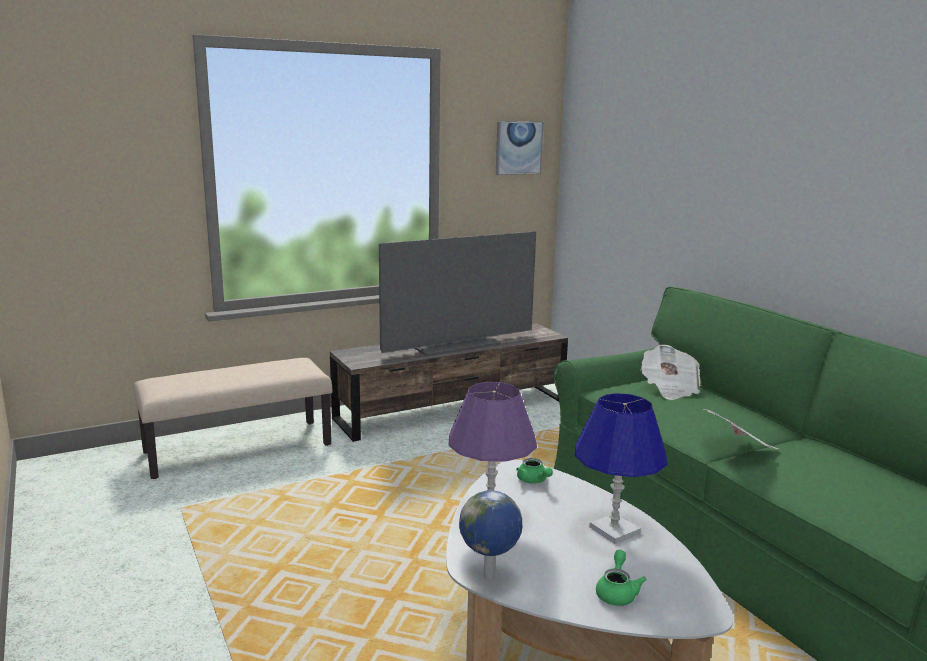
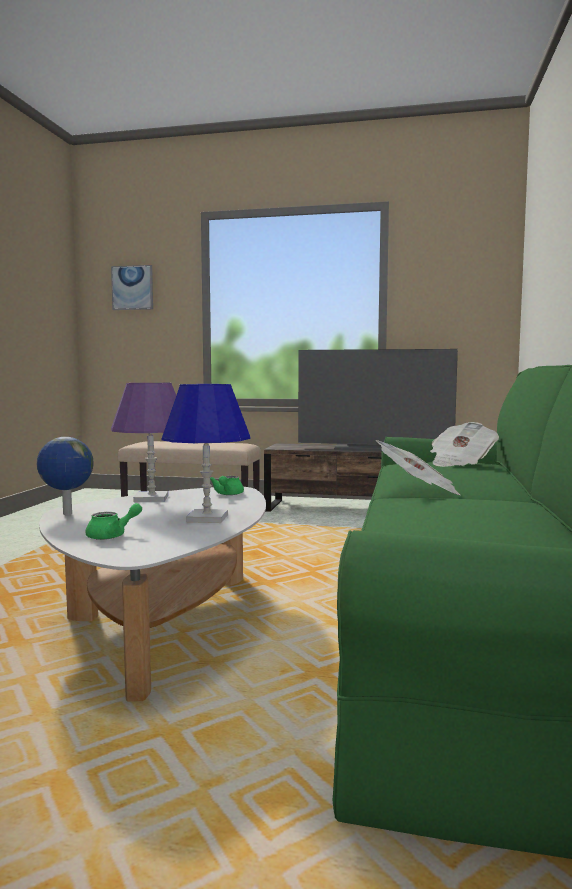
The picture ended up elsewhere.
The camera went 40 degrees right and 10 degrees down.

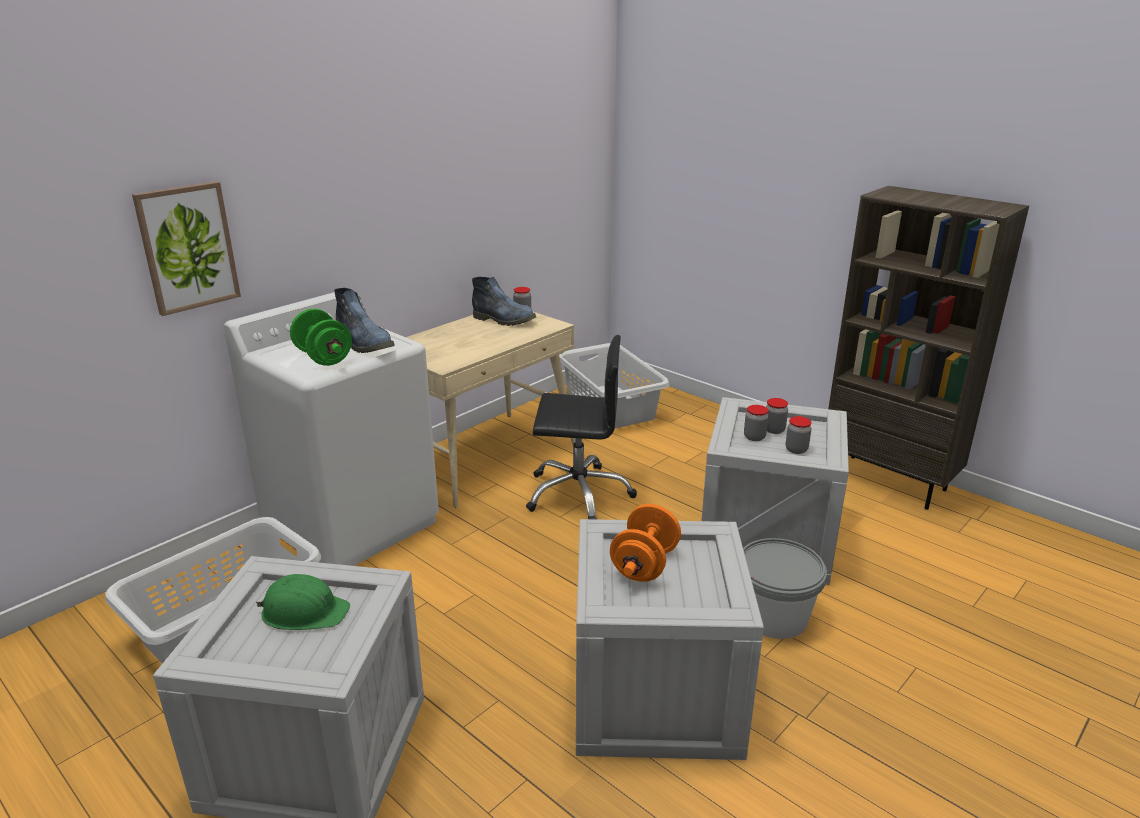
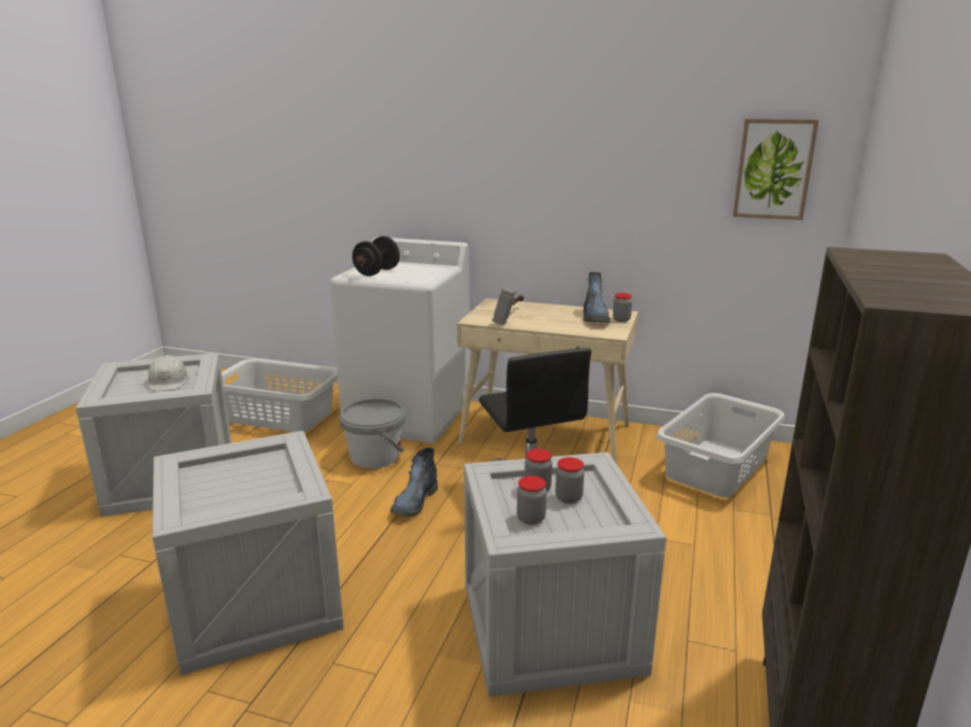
What was the hard hat in green turned into the hard hat in white.
The bucket in grey ended up elsewhere.
What was the dumbbell in green turned into the dumbbell in black.
The boot (1st from left) ended up elsewhere.
The second view gained the hammer.
The picture ended up elsewhere.
The second view lost the dumbbell in orange.
The camera went 65 degrees right and 5 degrees down.

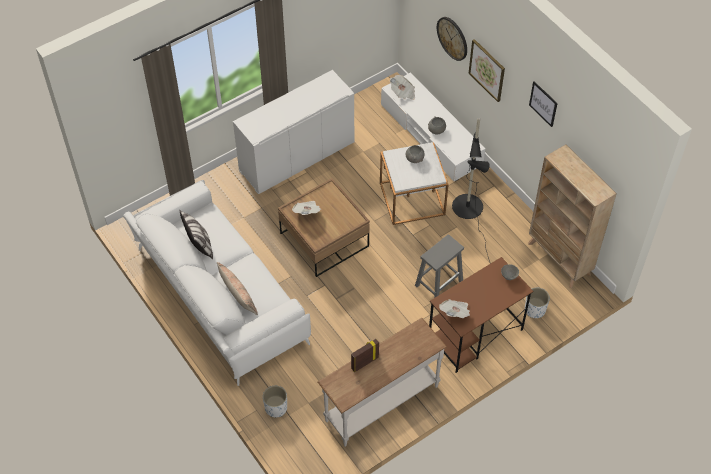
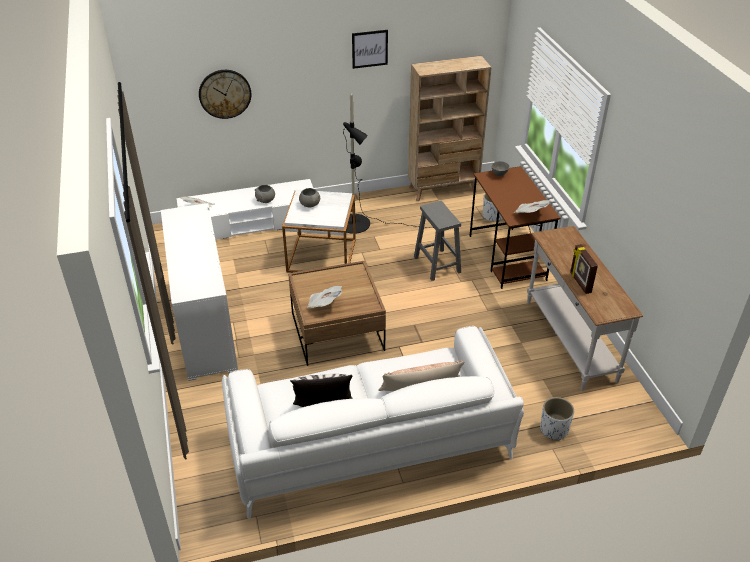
The second view lost the picture (1st from left).
The camera went 70 degrees left and 15 degrees down.

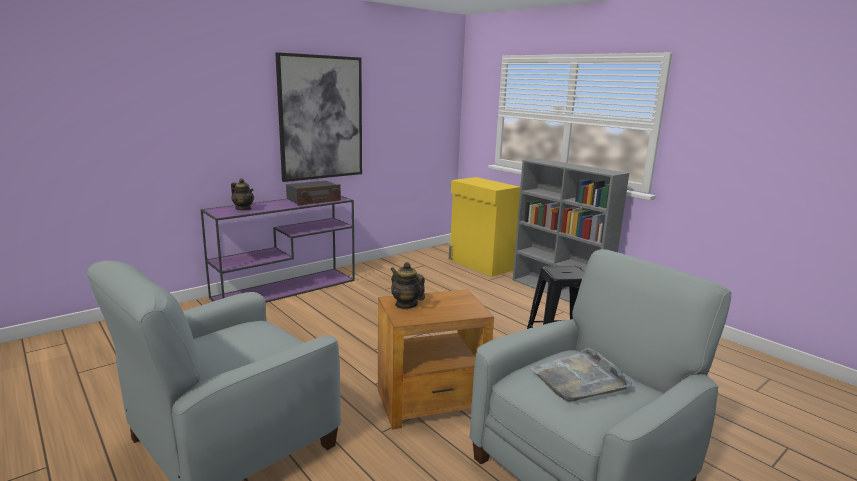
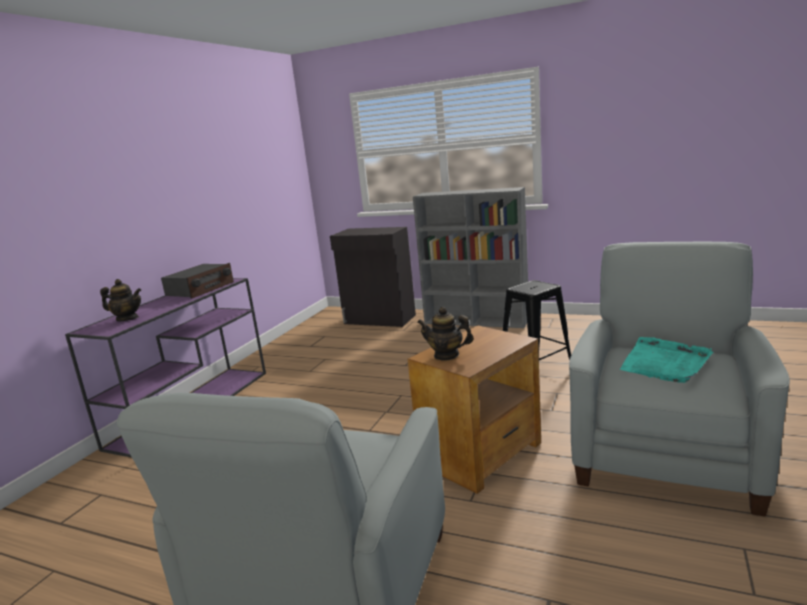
What was the cabinet in yellow turned into the cabinet in black.
What was the tray in grey turned into the tray in turquoise.
The second view lost the picture.
The camera went 25 degrees left and 0 degrees up.

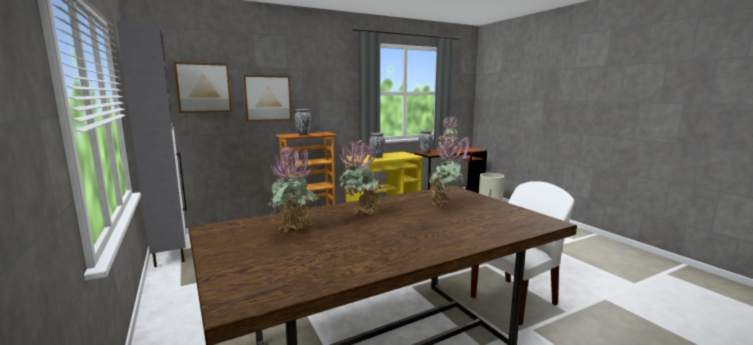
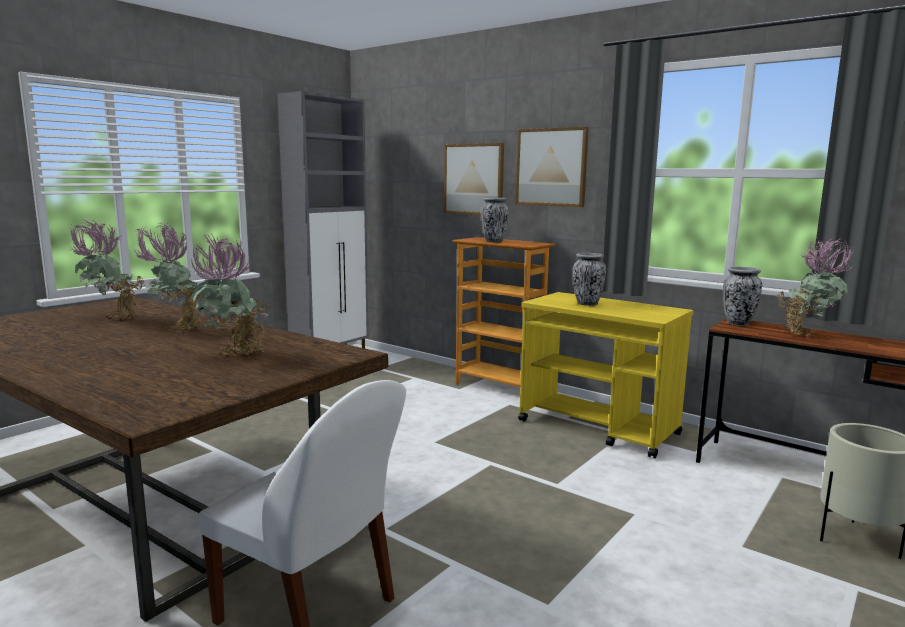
The picture (1st from left in the first image) ended up elsewhere.
The camera went 65 degrees right and 0 degrees up.

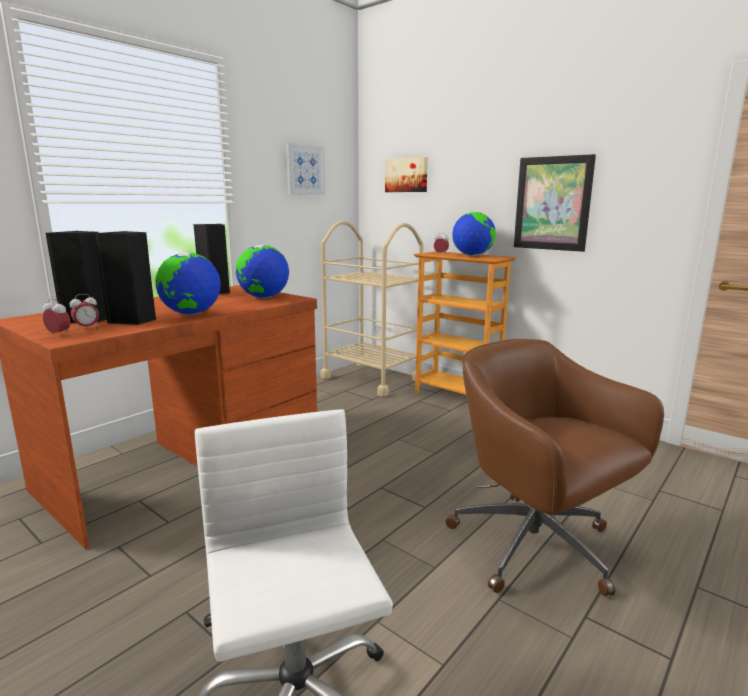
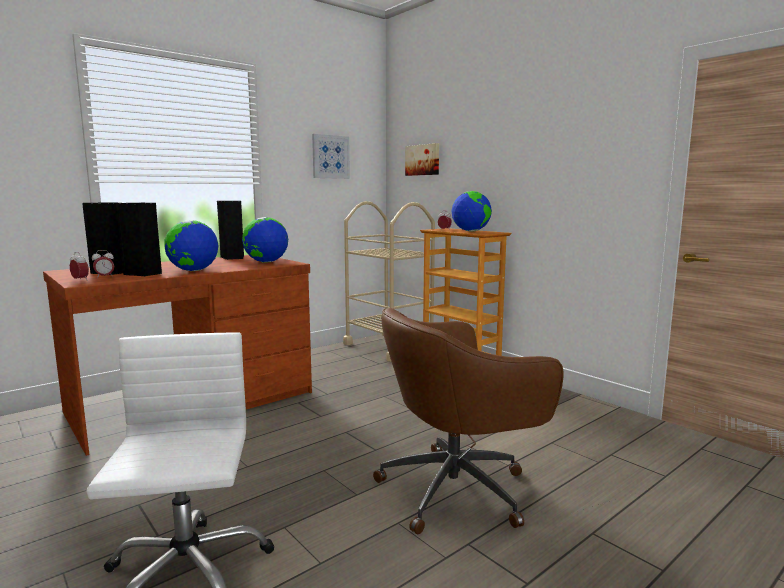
The office chair in brown ended up facing another way, 90 degrees counterclockwise from before.
The second view lost the picture (3rd from left).
The camera went 10 degrees right and 5 degrees down.

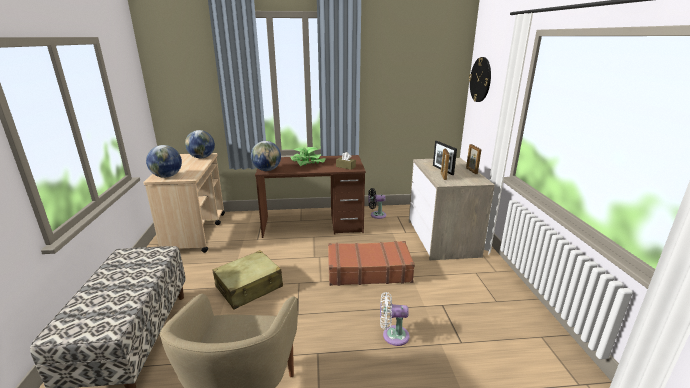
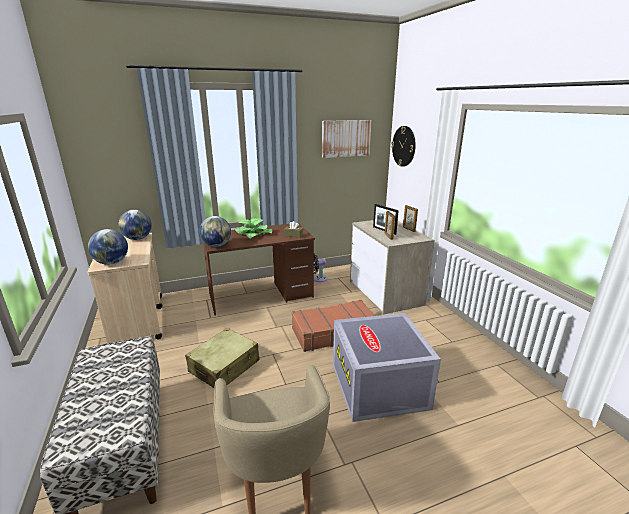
The second view gained the picture.
Where the fan in white stood, the storage box in grey came to stand.
The camera went 15 degrees left and 0 degrees up.

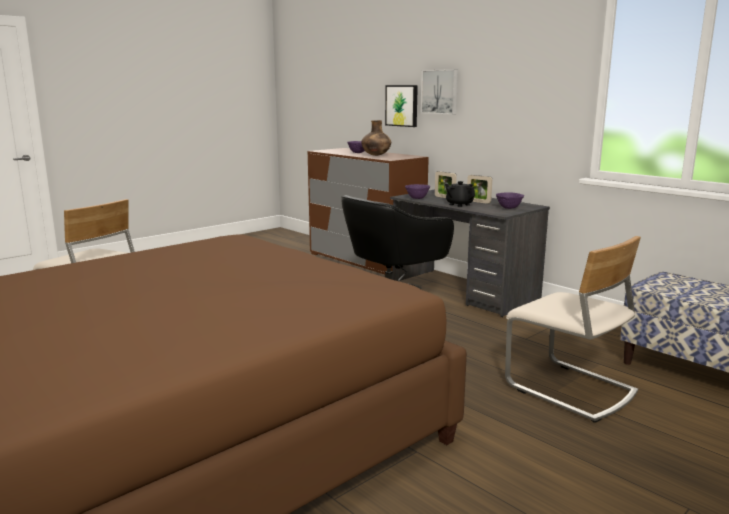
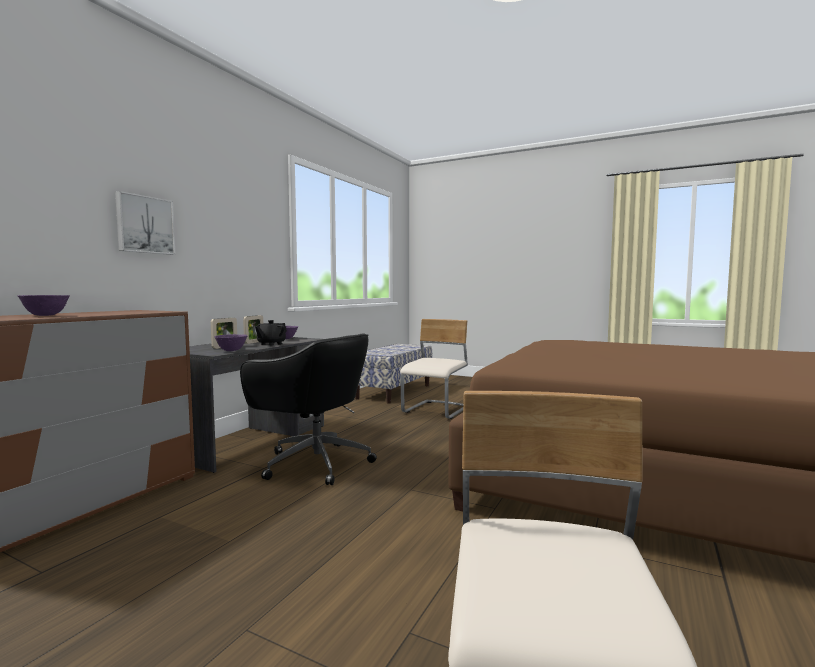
The second view lost the vase in brown.
The second view lost the picture (1st from left).
The camera went 110 degrees left and 10 degrees down.

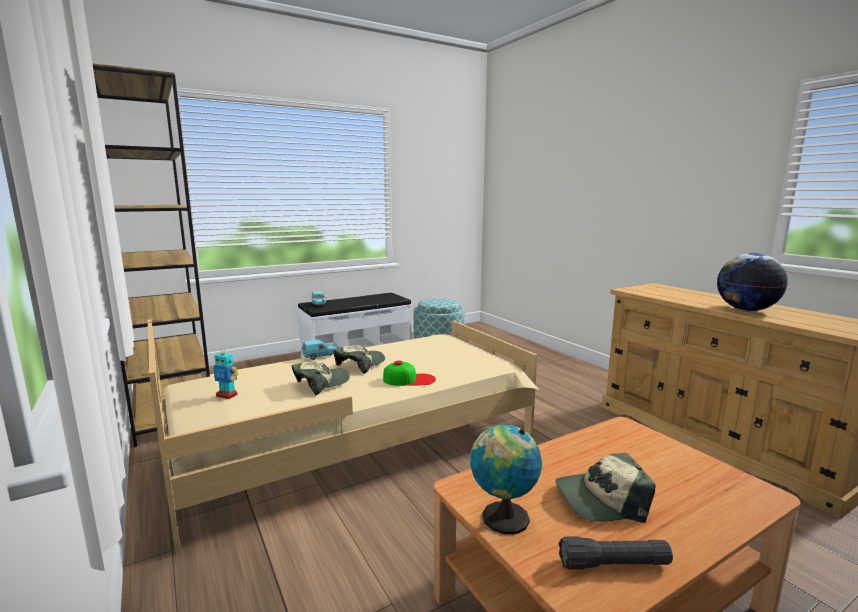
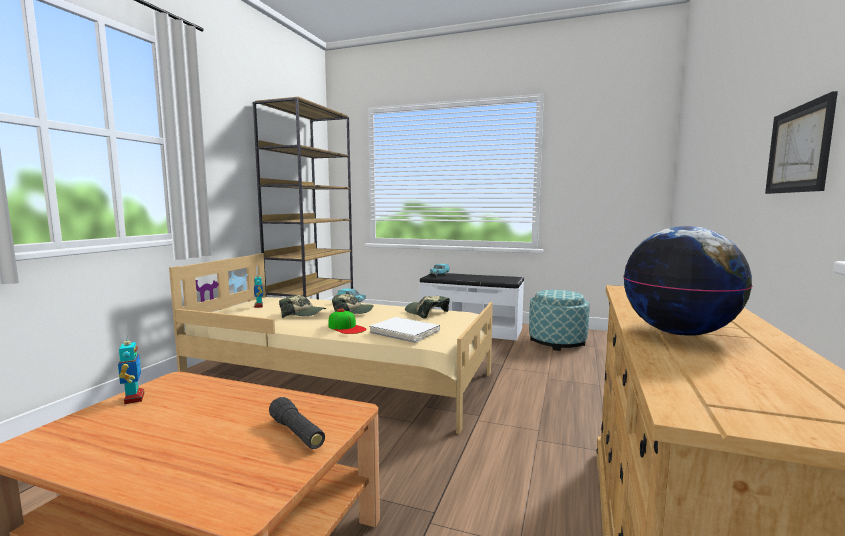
Where the globe (1st from left) stood, the toy robot (1st from left) came to stand.
The flashlight in black ended up elsewhere.
The second view gained the book in white.
The cap (4th from left) ended up elsewhere.
The second view gained the picture.
The camera went 50 degrees right and 5 degrees down.

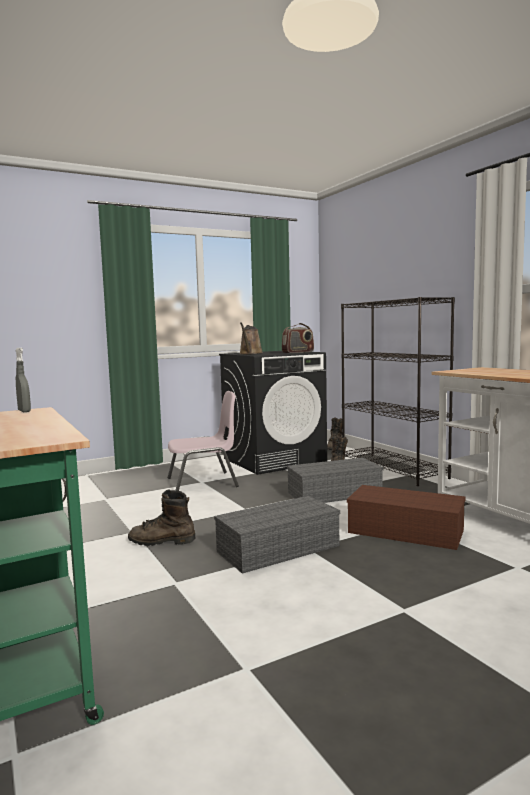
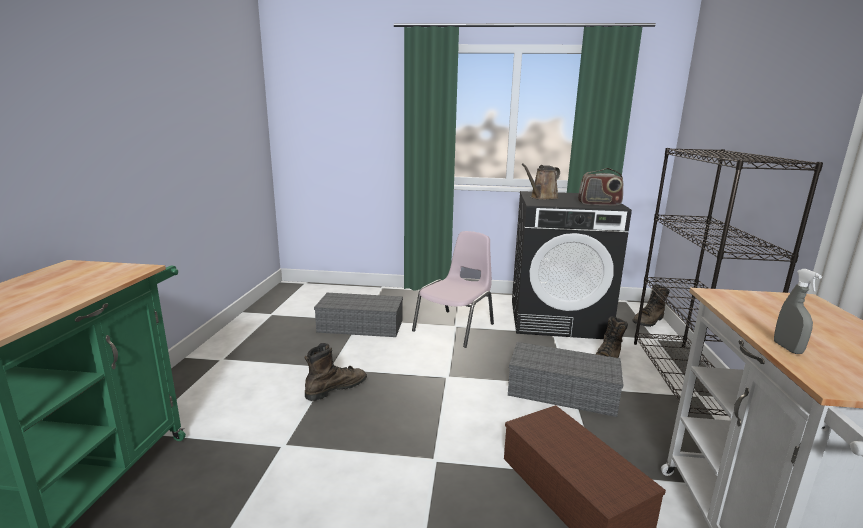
The boot in brown (1st from left) ended up facing another way, 105 degrees clockwise from before.
The storage box in grey (1st from left) ended up elsewhere.
The chair in pink ended up facing another way, 75 degrees counterclockwise from before.
The spray bottle in grey ended up elsewhere.
The camera went 35 degrees right and 10 degrees up.

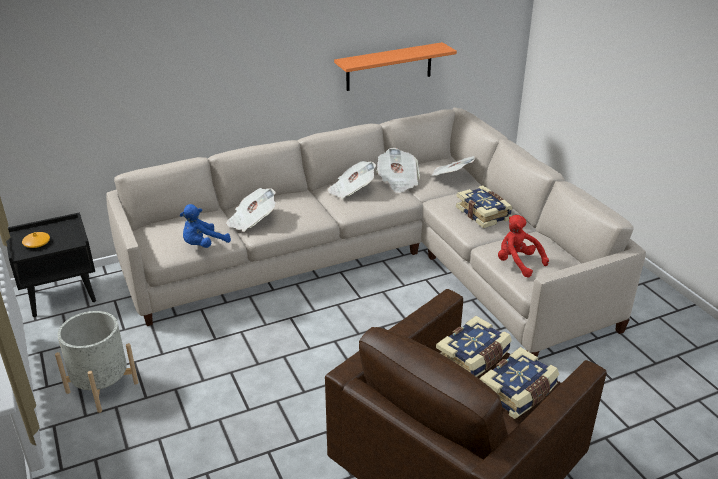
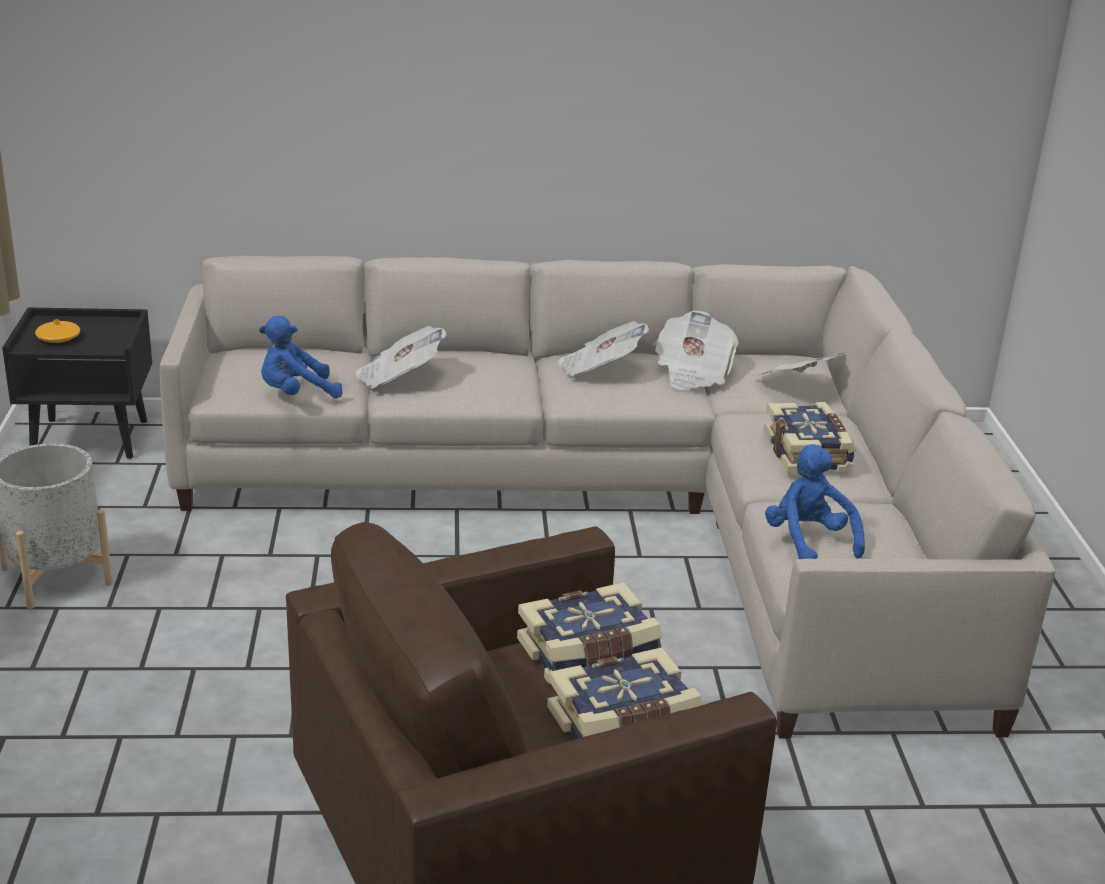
What was the plush toy in red turned into the plush toy in blue (2nd from left).
The second view lost the shelf in orange.
The camera went 20 degrees right and 5 degrees down.

